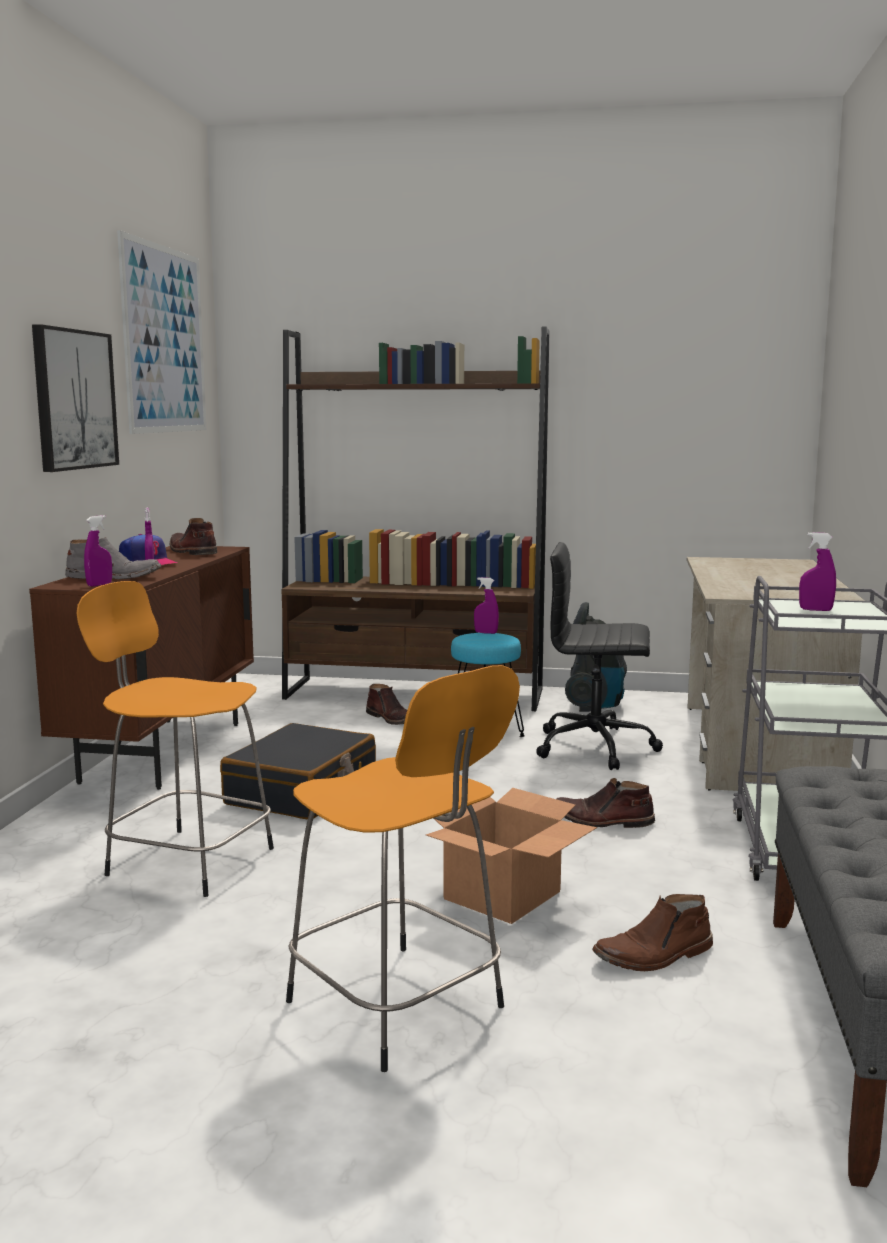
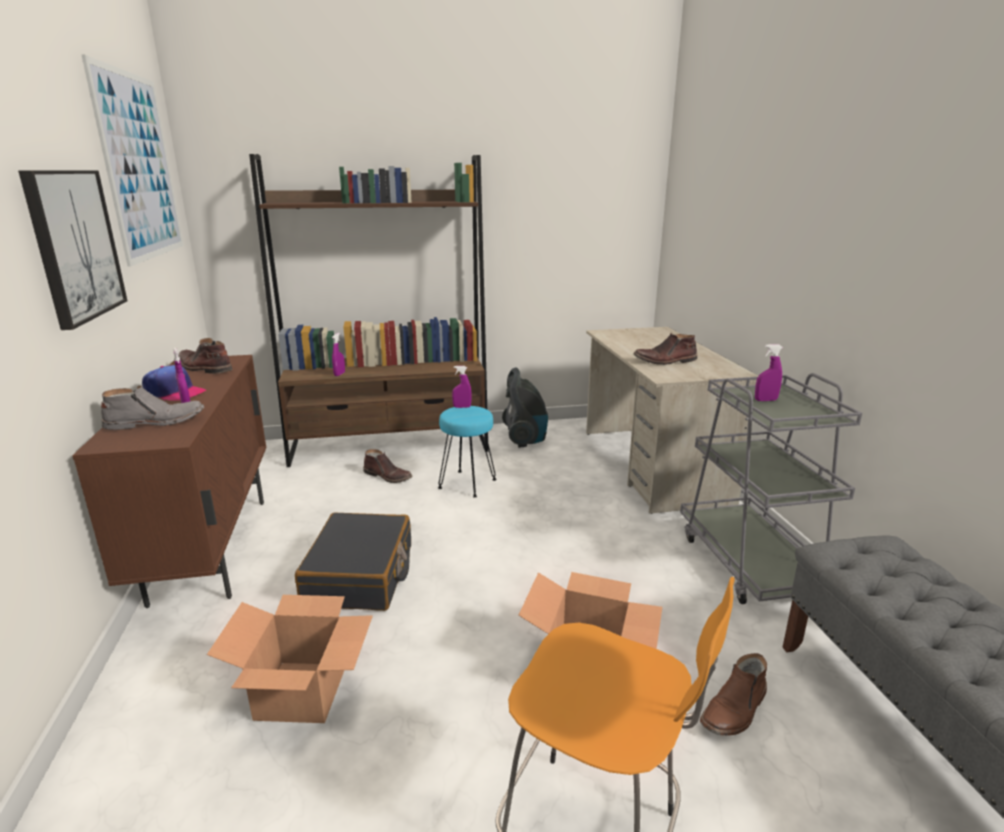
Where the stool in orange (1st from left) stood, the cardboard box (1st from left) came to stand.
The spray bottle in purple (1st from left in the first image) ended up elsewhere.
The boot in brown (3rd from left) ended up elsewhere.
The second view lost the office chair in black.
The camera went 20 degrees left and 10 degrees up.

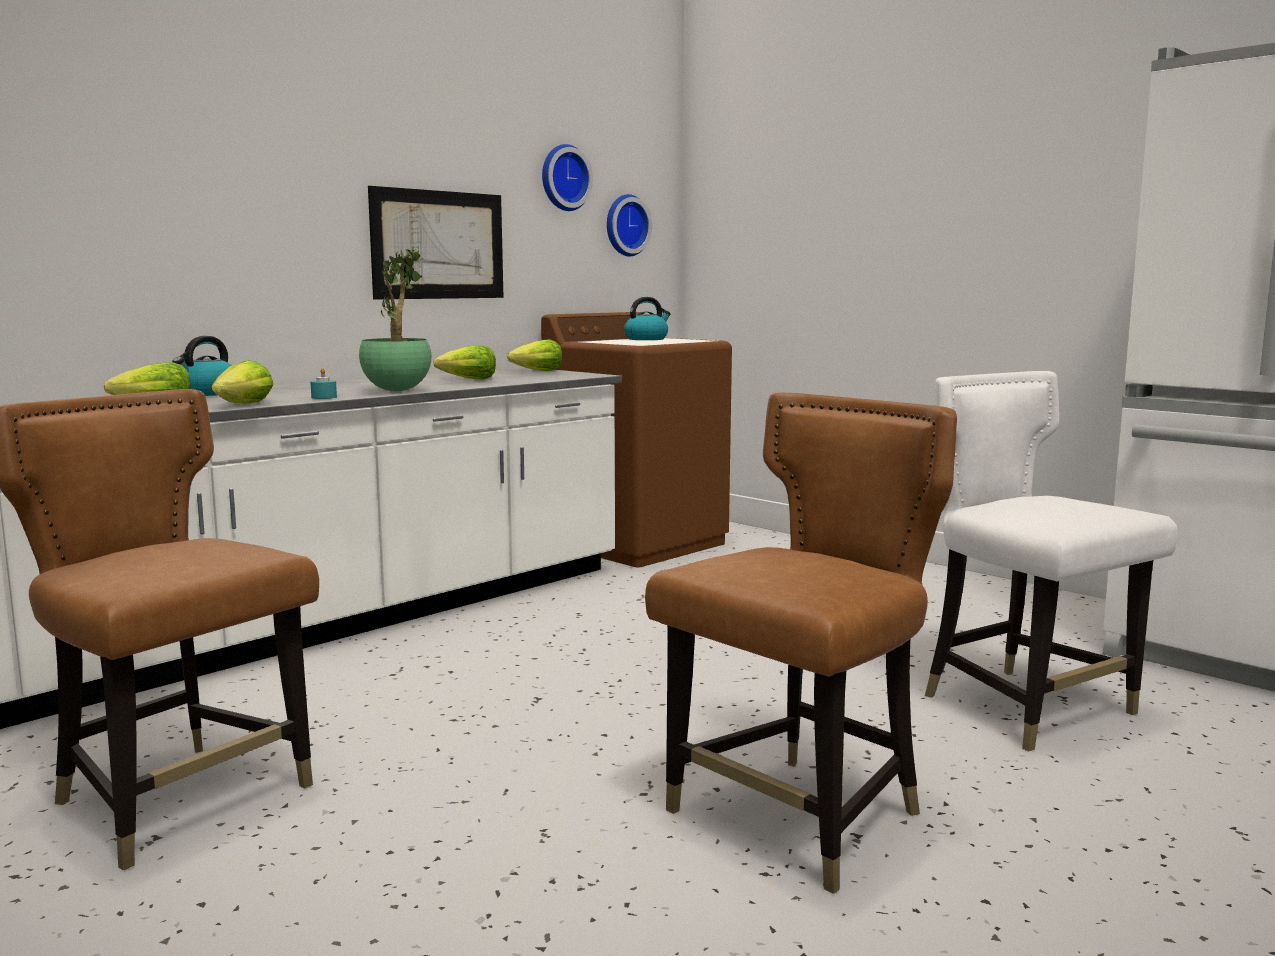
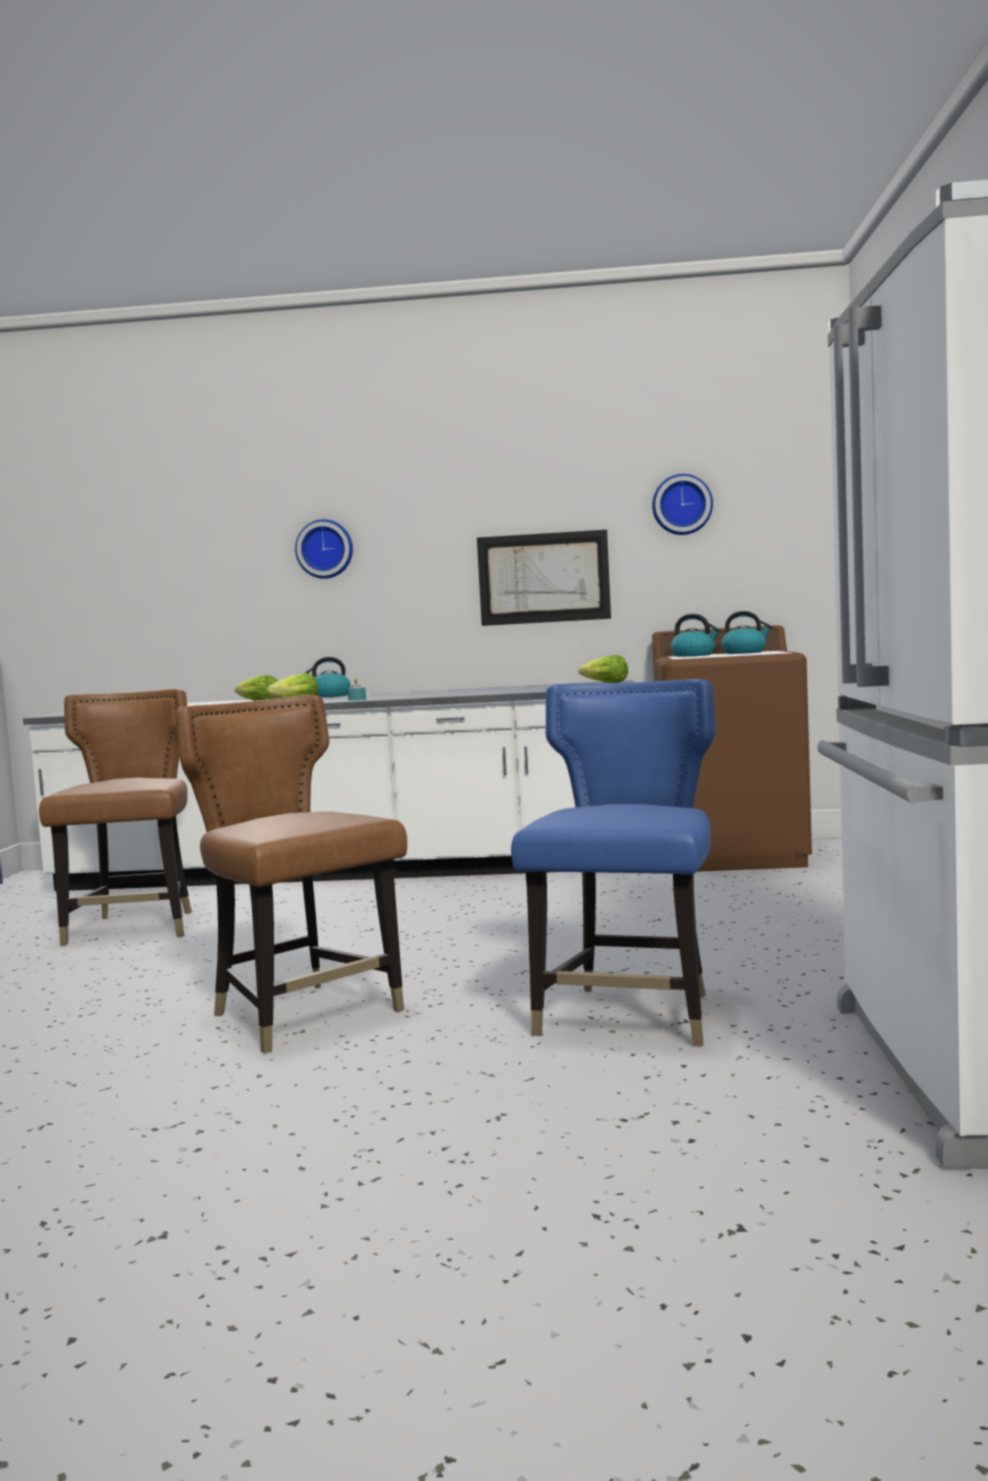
The chair in brown (2nd from left) ended up facing another way, 135 degrees counterclockwise from before.
The wall clock (2nd from left in the first image) ended up elsewhere.
What was the chair in white turned into the chair in blue.
The second view gained the kettle (2nd from left).
The second view lost the potted plant.
The second view lost the lettuce (3rd from left).
The camera went 50 degrees right and 5 degrees down.

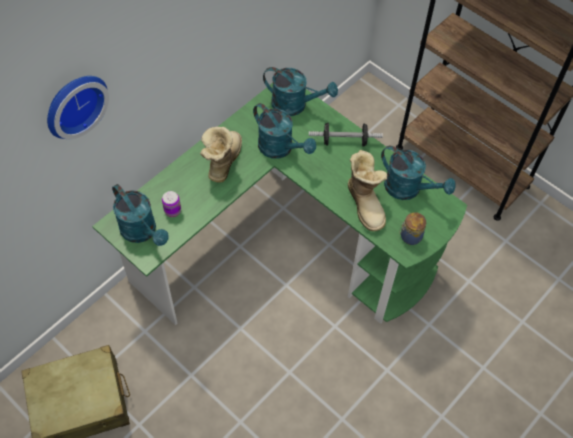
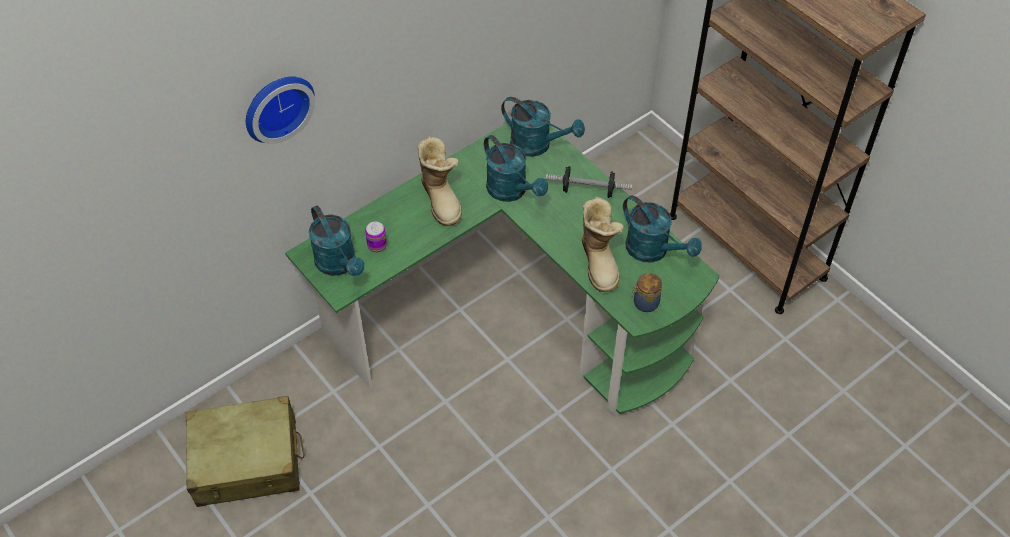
The boot (1st from left) ended up facing another way, 135 degrees clockwise from before.
The camera went 10 degrees right and 5 degrees down.

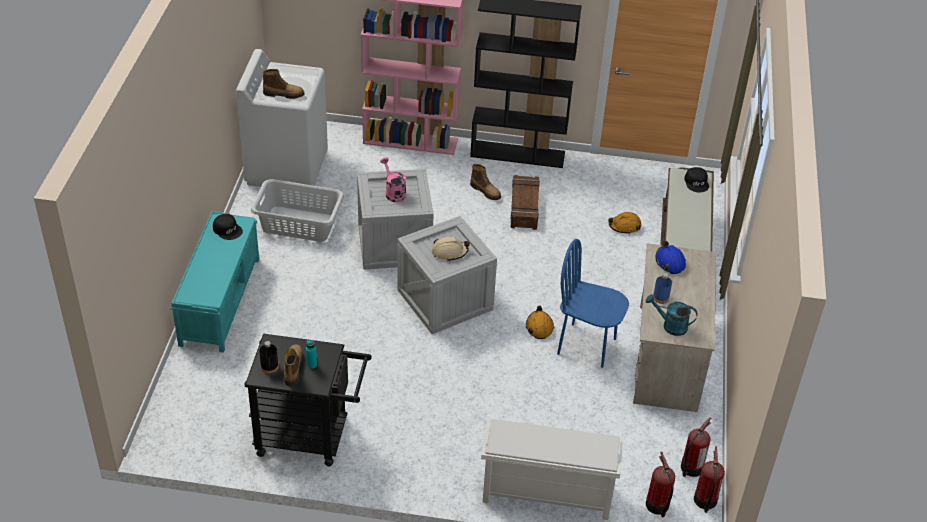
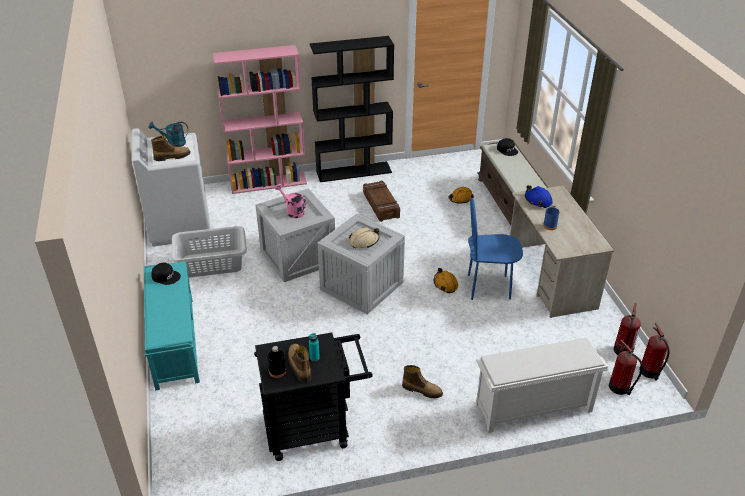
The watering can in turquoise ended up elsewhere.
The boot (3rd from left) ended up elsewhere.
The camera went 20 degrees left and 5 degrees down.

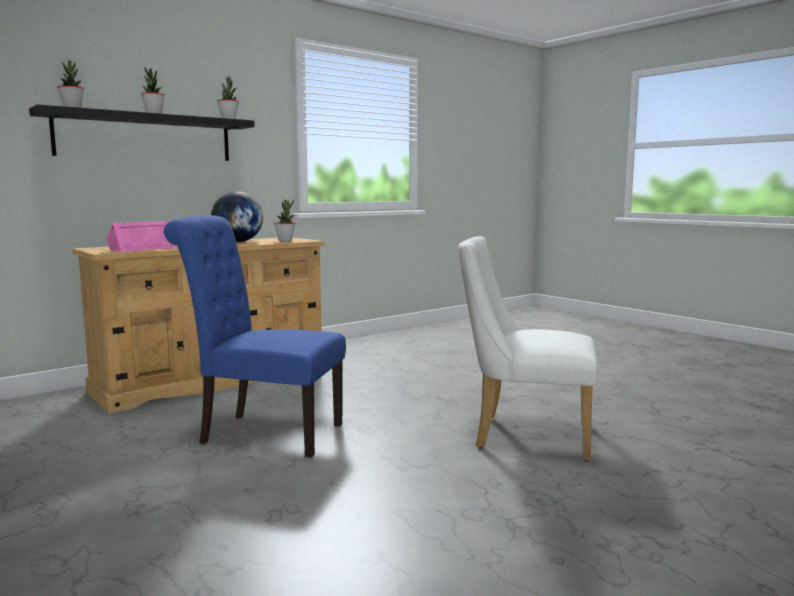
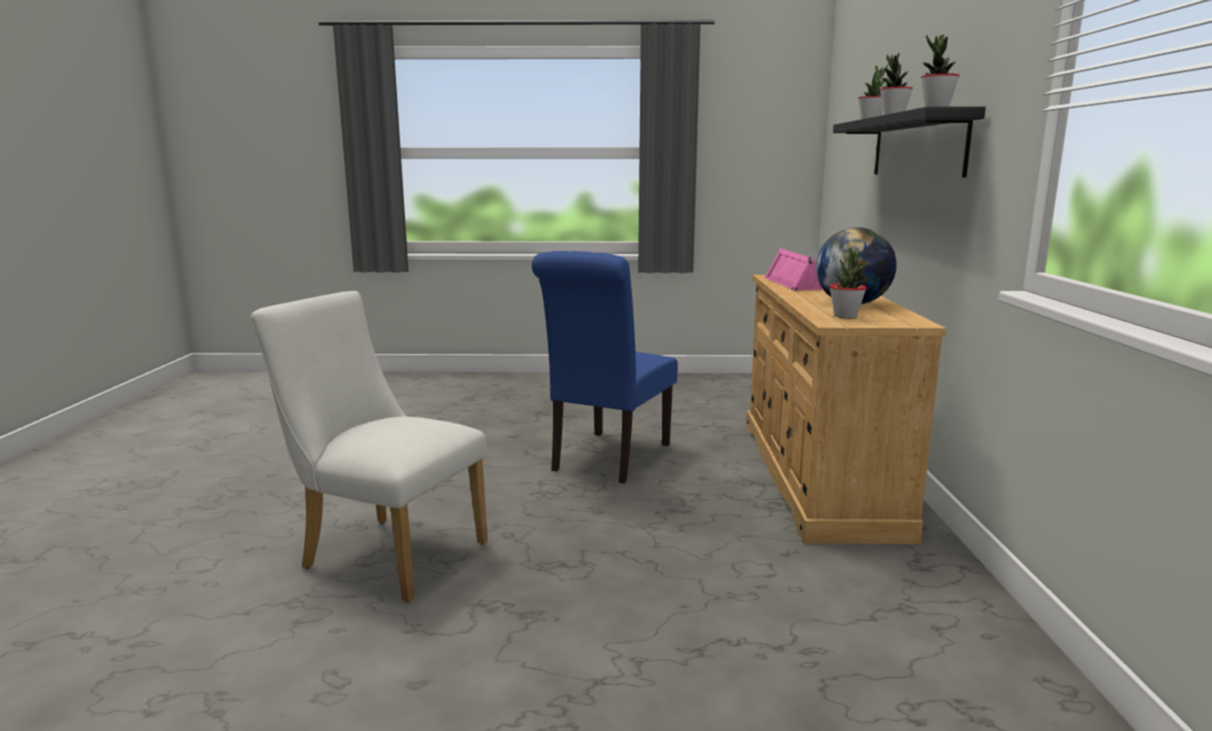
The chair in white ended up facing another way, 120 degrees counterclockwise from before.
The chair in blue ended up facing another way, 150 degrees clockwise from before.
The camera went 130 degrees right and 5 degrees up.

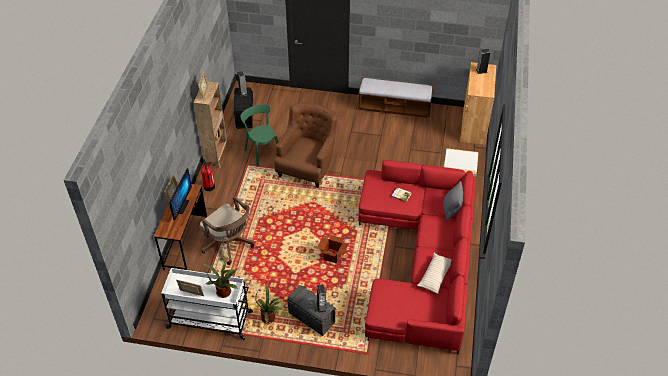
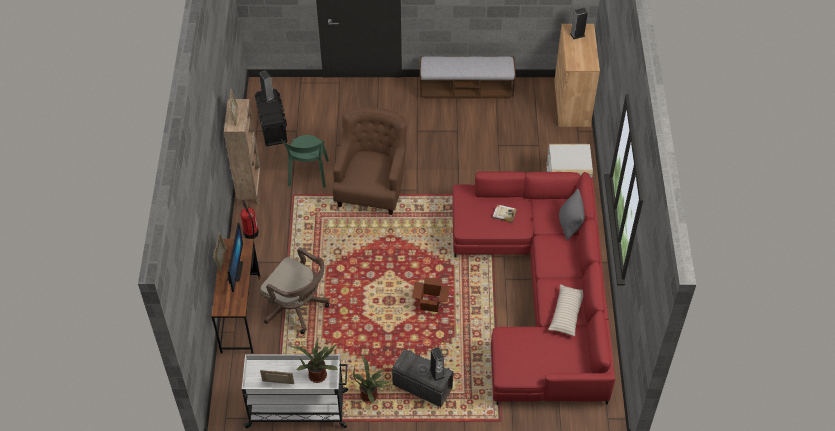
The chair in green ended up facing another way, 135 degrees counterclockwise from before.
The camera went 10 degrees left and 5 degrees up.

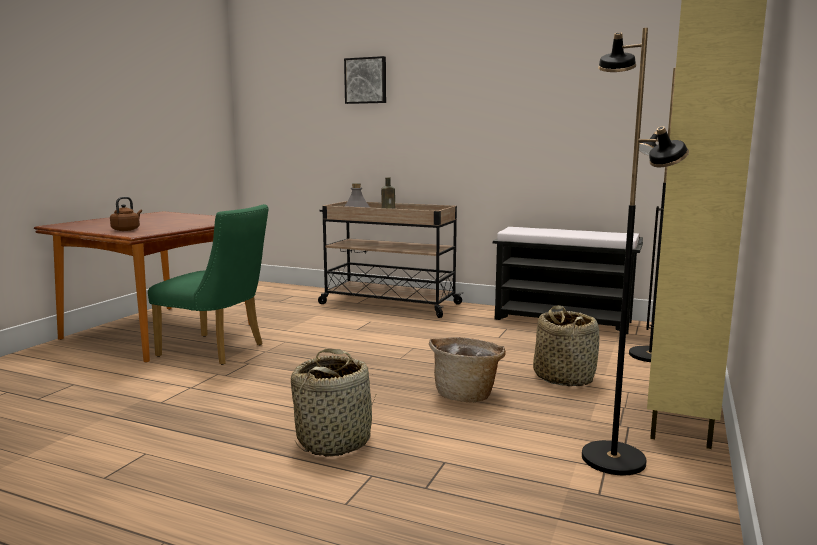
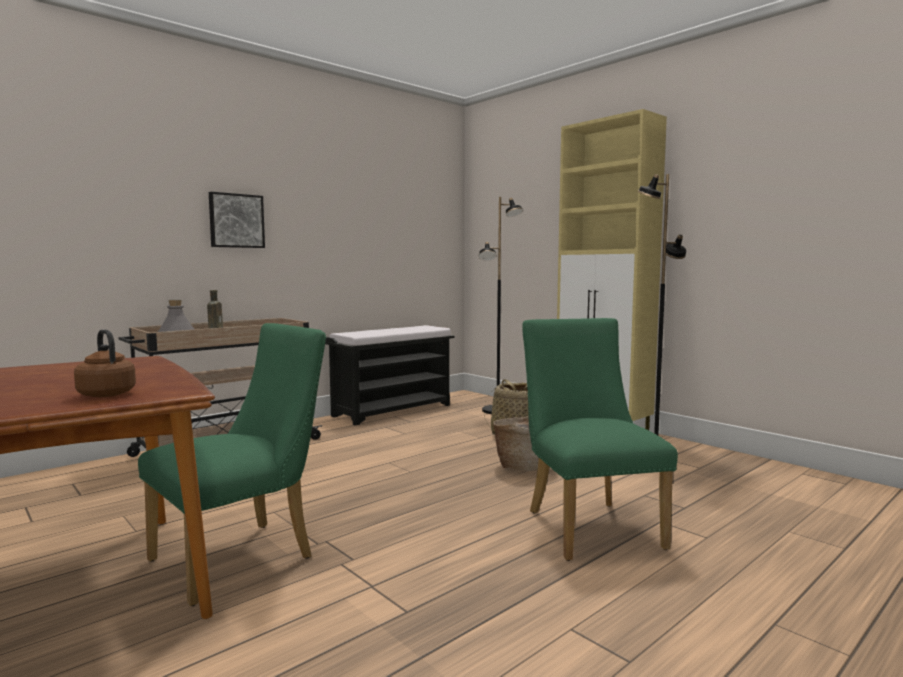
The picture ended up elsewhere.
Where the basket (1st from left) stood, the chair in green (2nd from left) came to stand.
The camera went 65 degrees left and 5 degrees down.

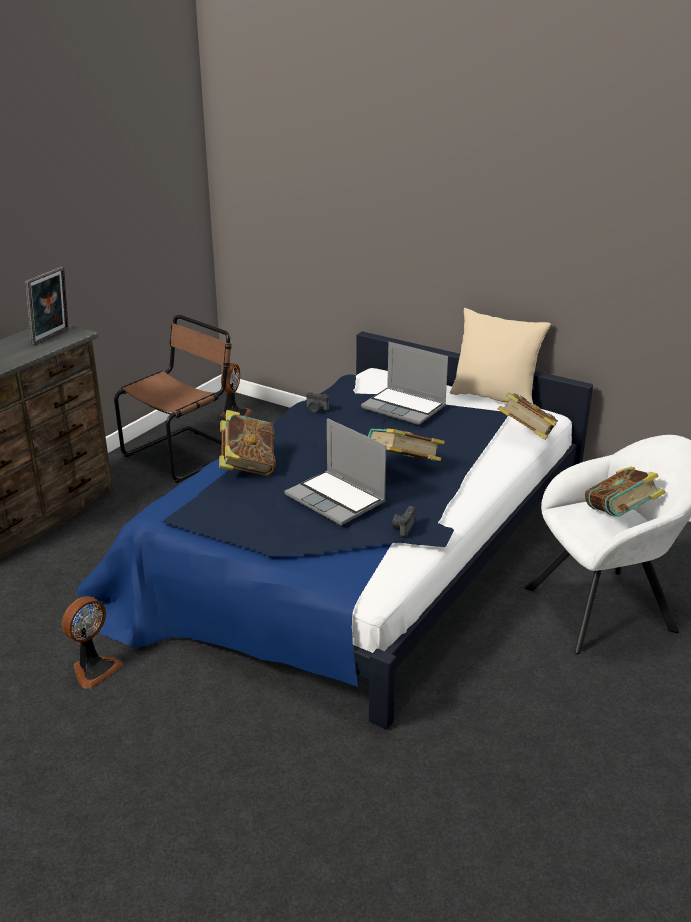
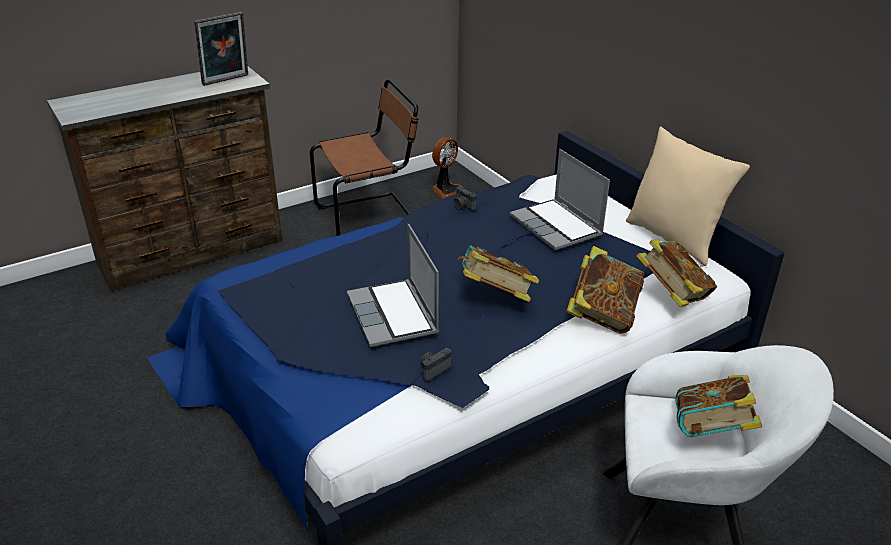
The book (1st from left in the first image) ended up elsewhere.
The second view lost the fan (1st from left).
The camera went 25 degrees right and 5 degrees up.

